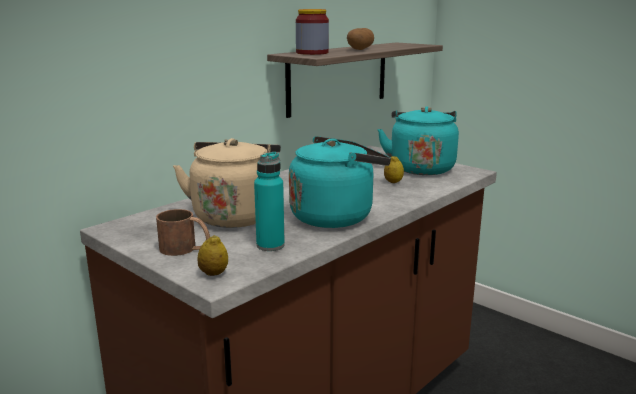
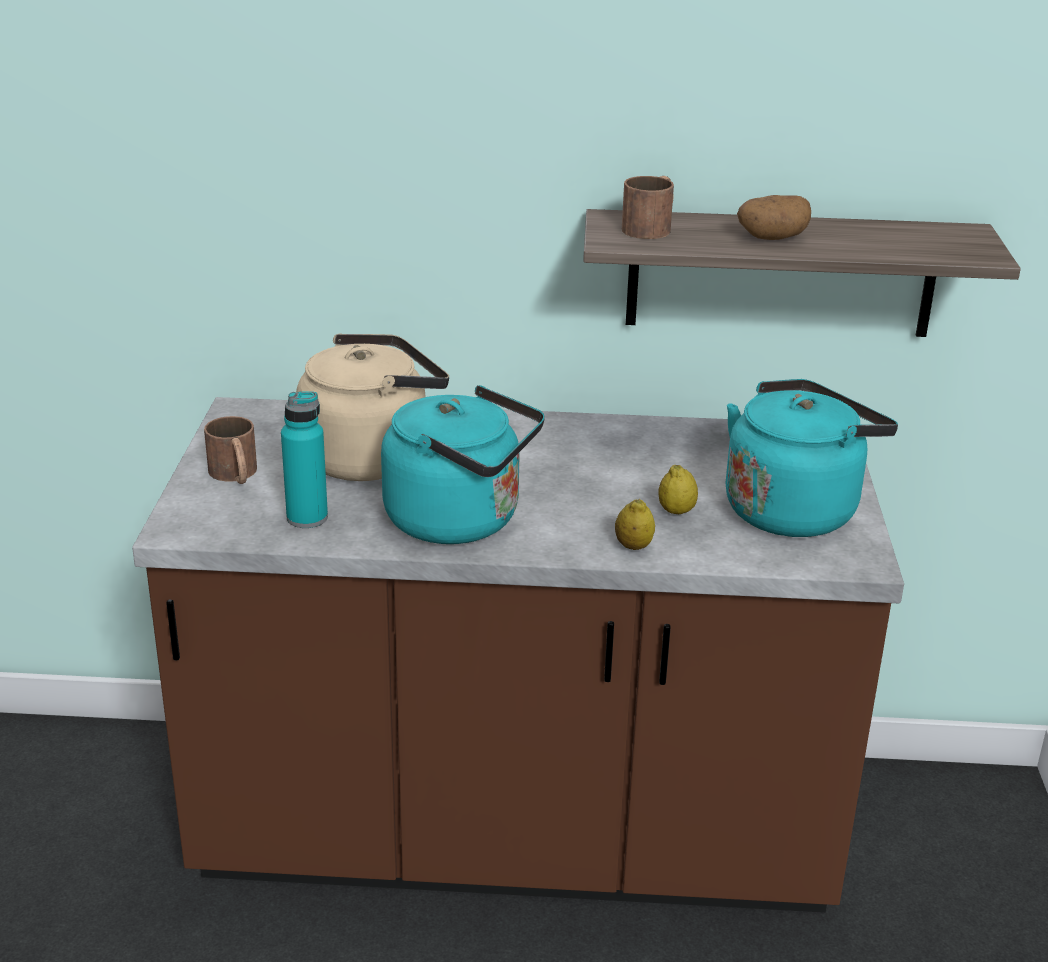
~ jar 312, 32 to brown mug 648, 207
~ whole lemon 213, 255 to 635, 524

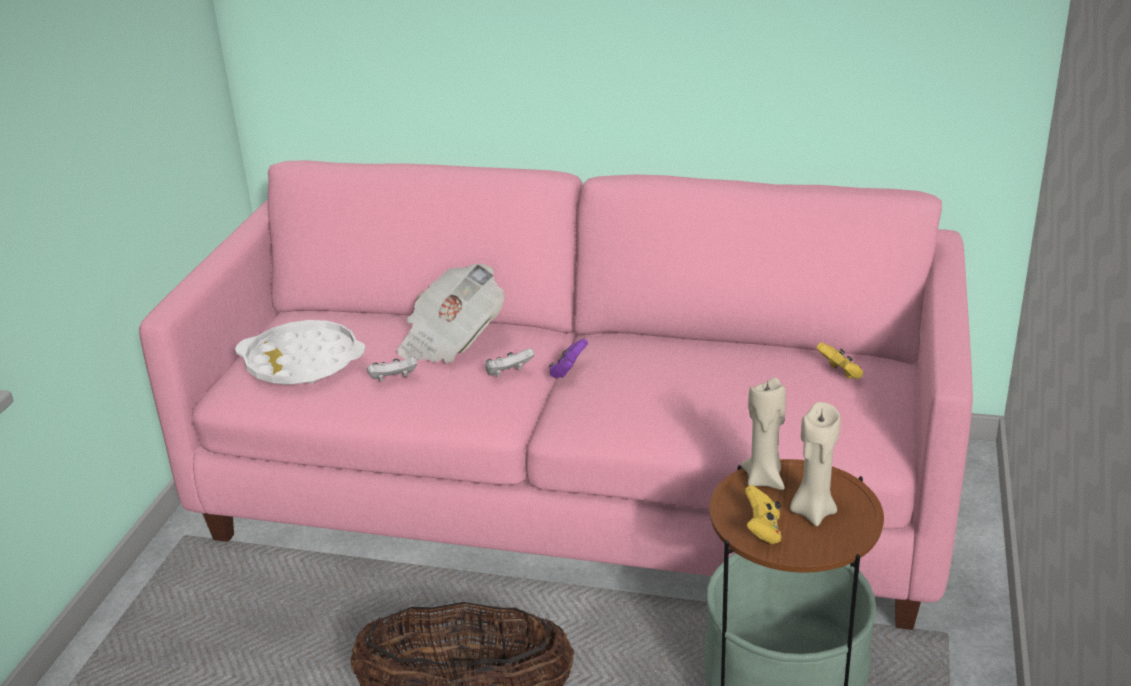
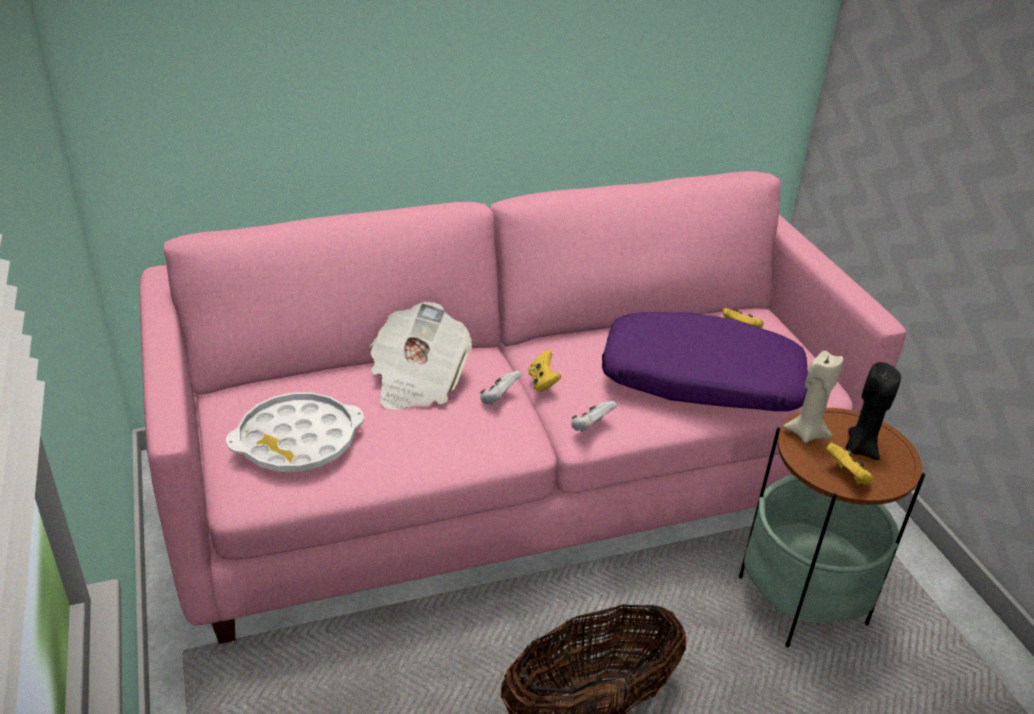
~ purple game controller 568, 358 to yellow game controller 544, 371
~ white-coloured game controller 392, 369 to 594, 416
~ beige-coloured wax candle 815, 464 to blackish wax candle 873, 411
+ purple cushion 705, 361

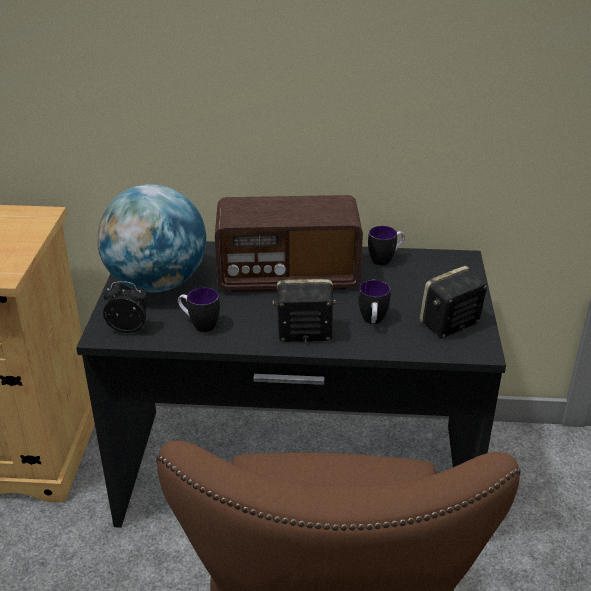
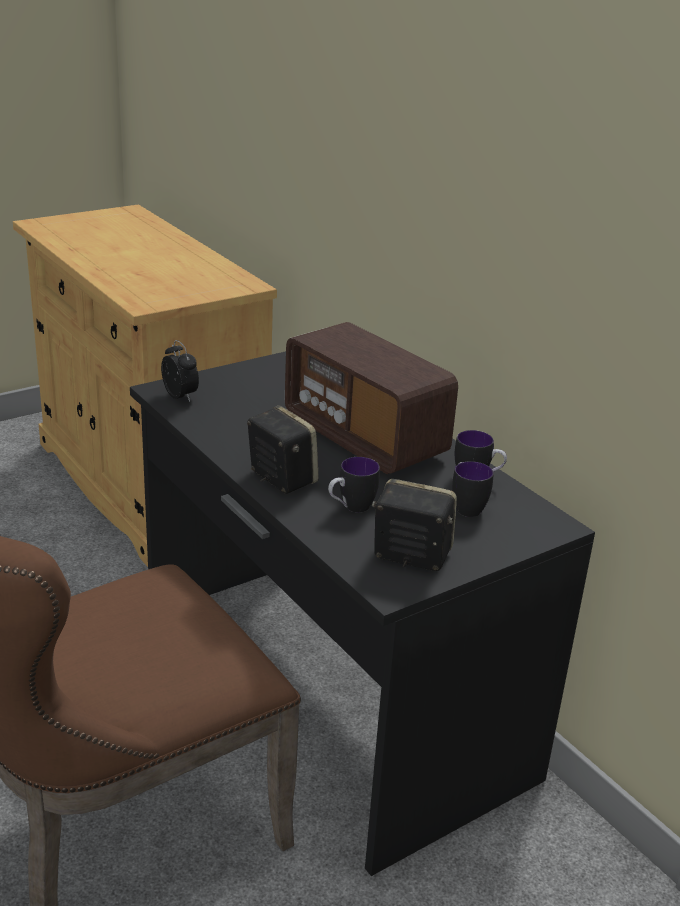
- desk globe 151, 238
~ mug 199, 309 to 473, 489

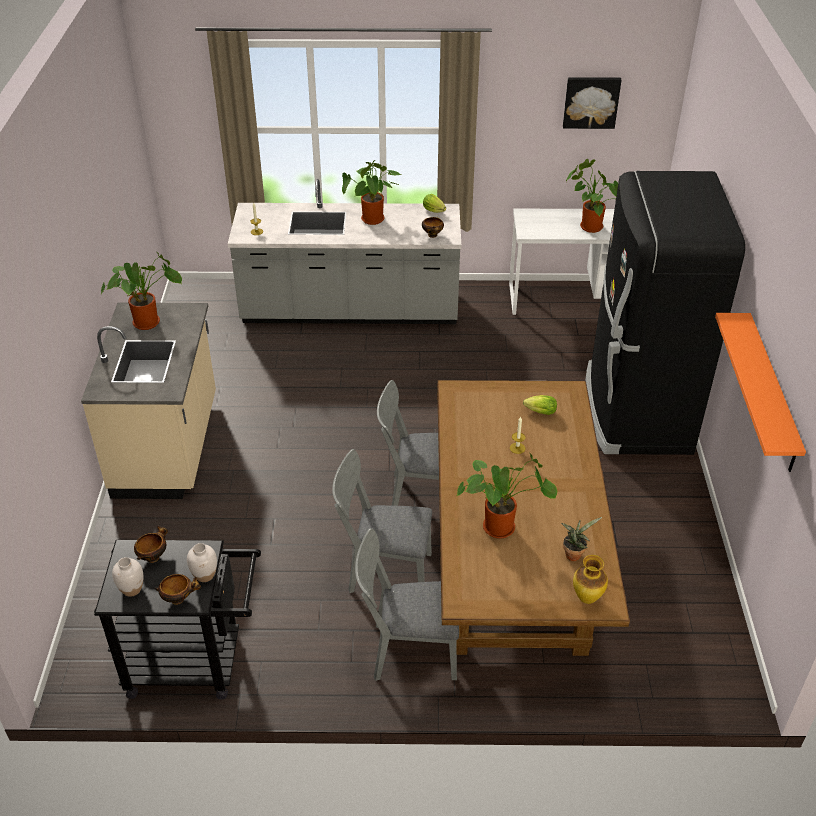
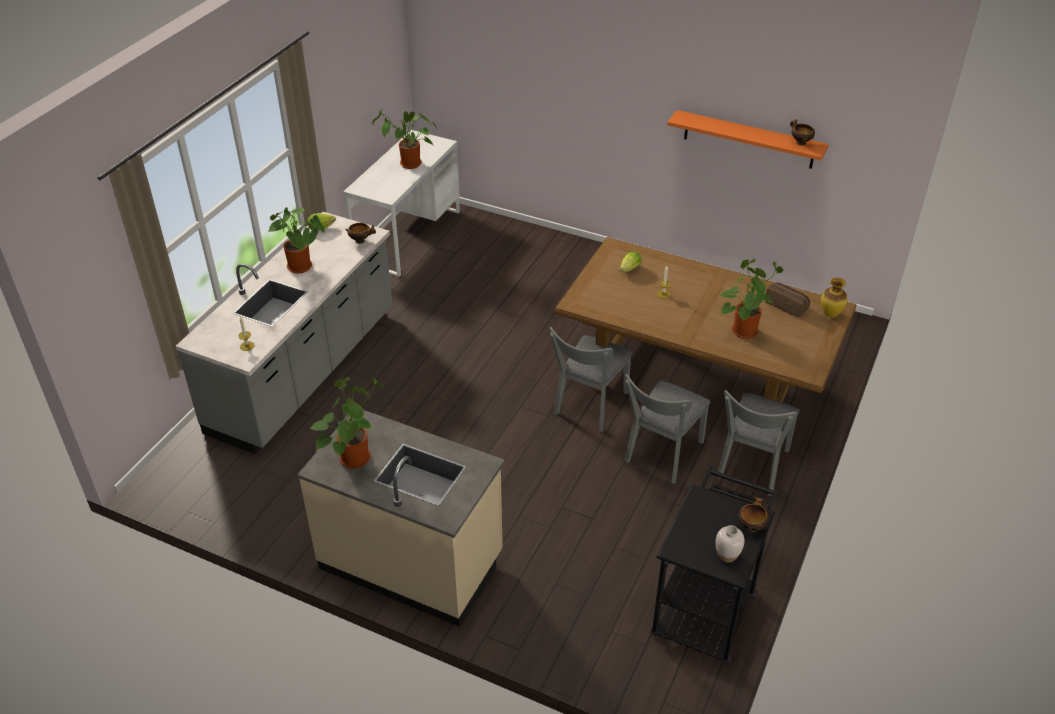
- picture 592, 103
- blackish refrigerator 665, 313
~ plant in a pot 581, 539 to baked bread 787, 300
~ deep dish 151, 544 to 802, 132
- white-coloured decorative vase 202, 562

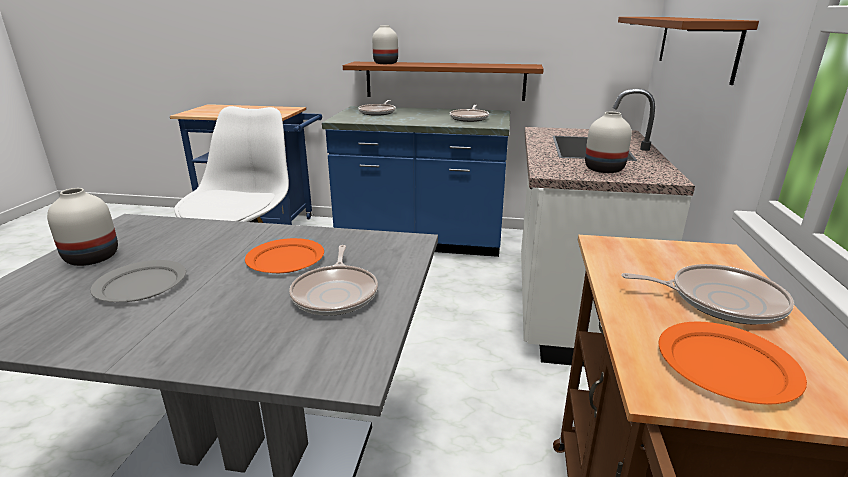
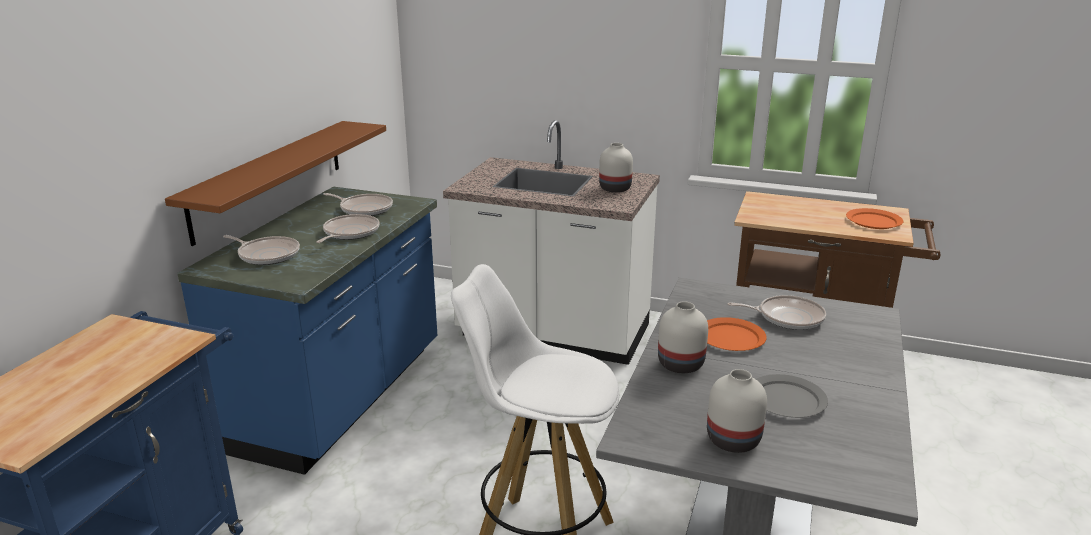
- brown bracket shelf 688, 51
~ white-coloured decorative vase 385, 44 to 683, 337
~ pan 707, 294 to 348, 228

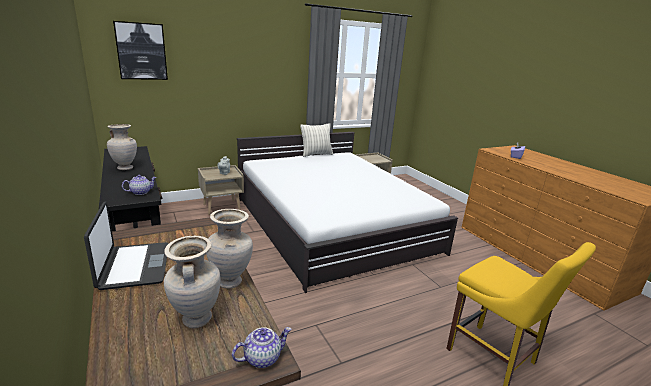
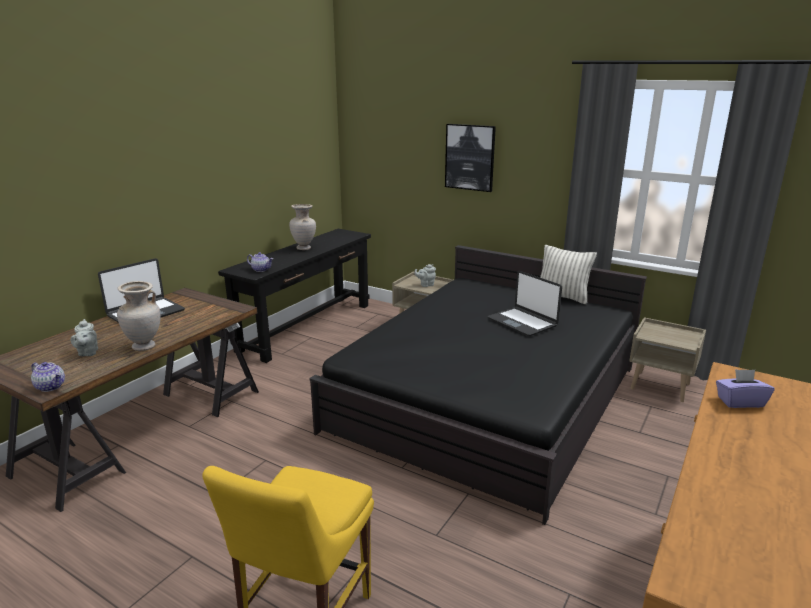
~ picture 140, 50 to 470, 158
~ white-coloured bed 347, 212 to blackish bed 478, 385
~ beige-coloured decorative vase 192, 282 to grey tea pot 84, 337
+ notebook computer 525, 303

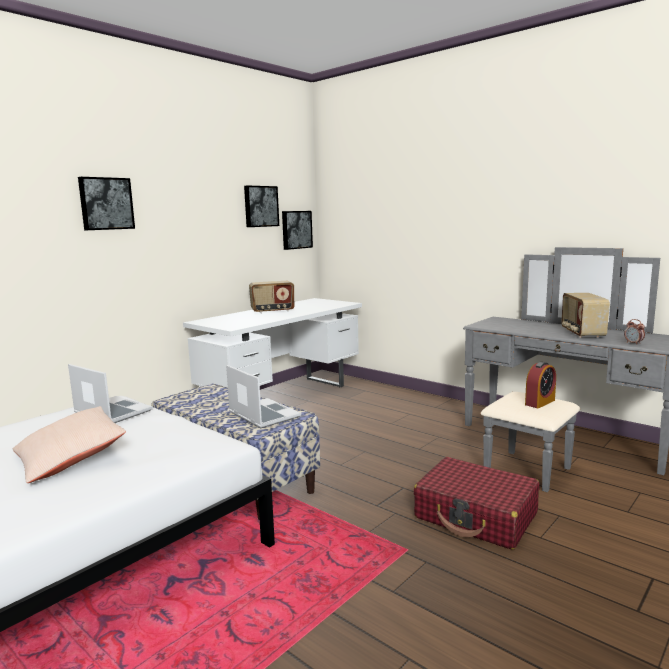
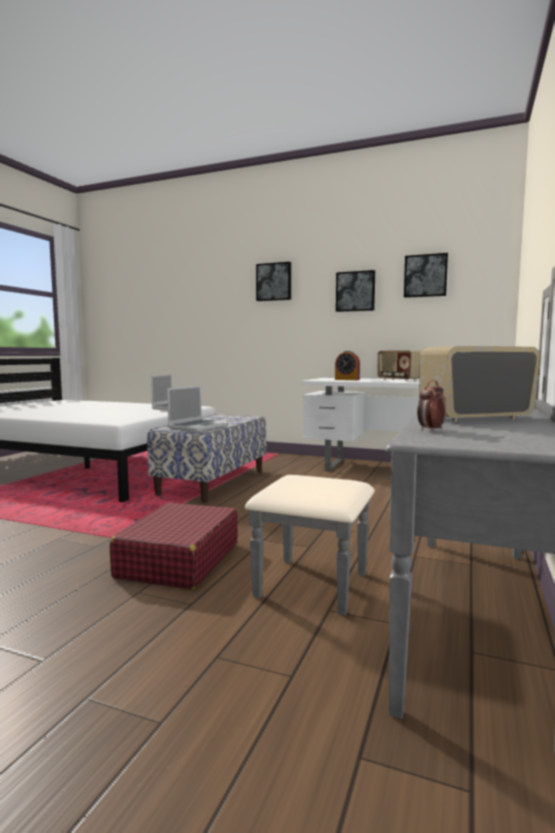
~ picture 297, 230 to 355, 291
~ table clock 540, 385 to 347, 365
- beige-coloured cushion 69, 444

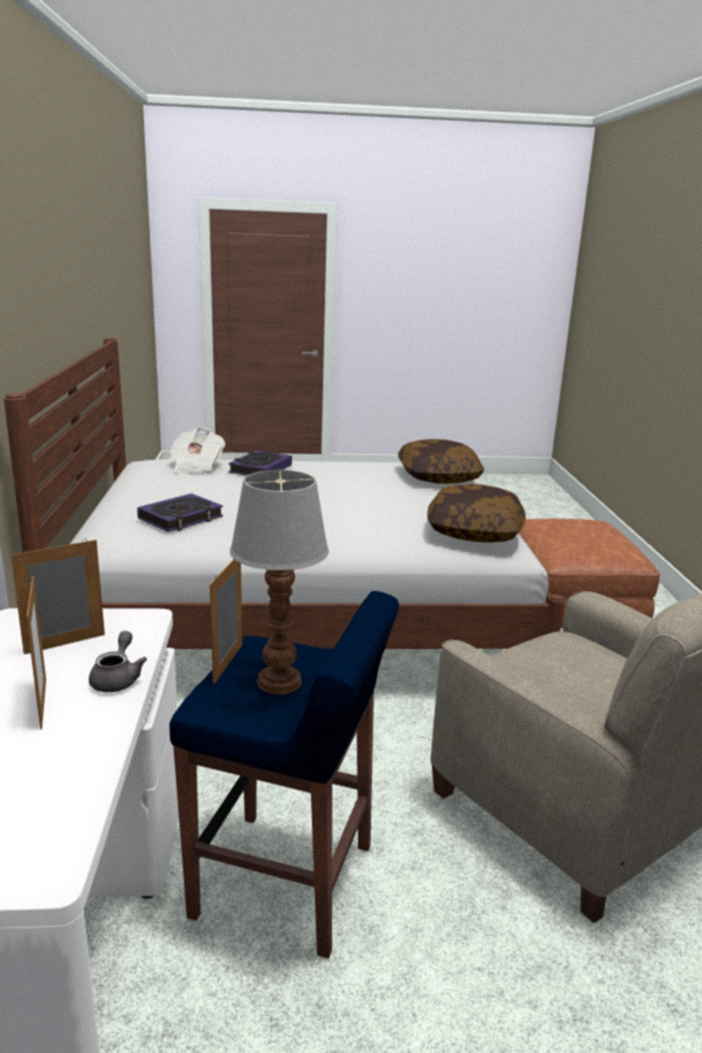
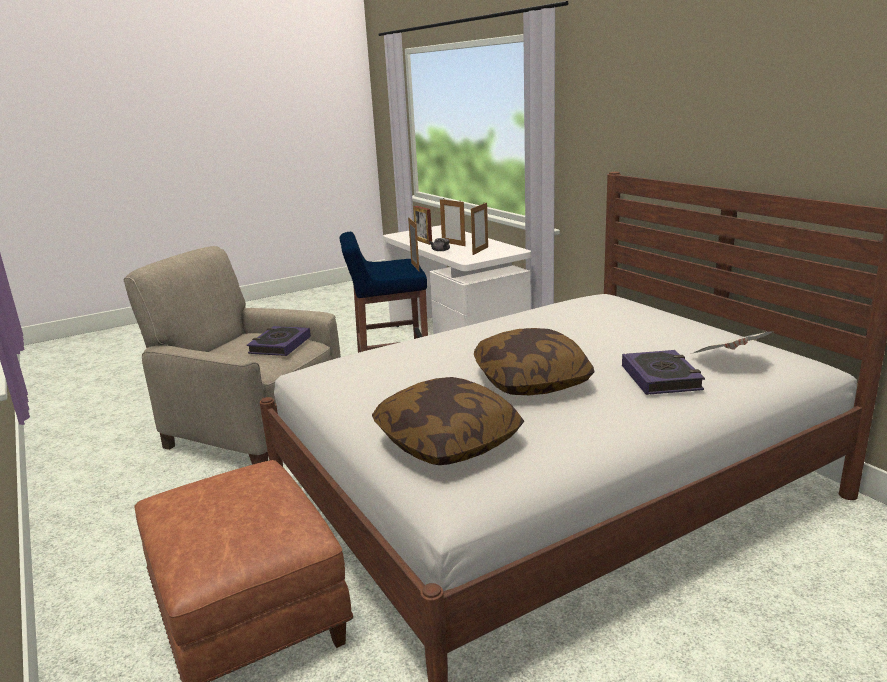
- lamp for a table 279, 582
~ cushion 476, 513 to 534, 361
~ volume 180, 512 to 279, 341
+ standing frame 422, 225

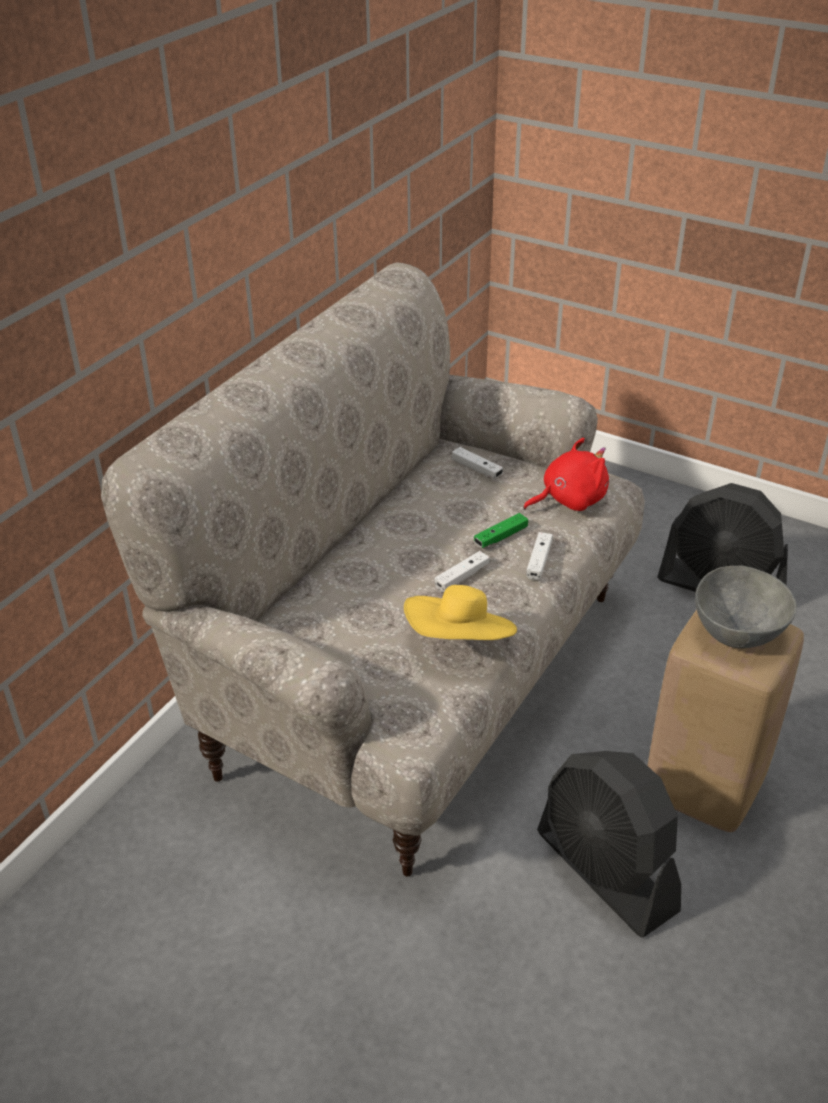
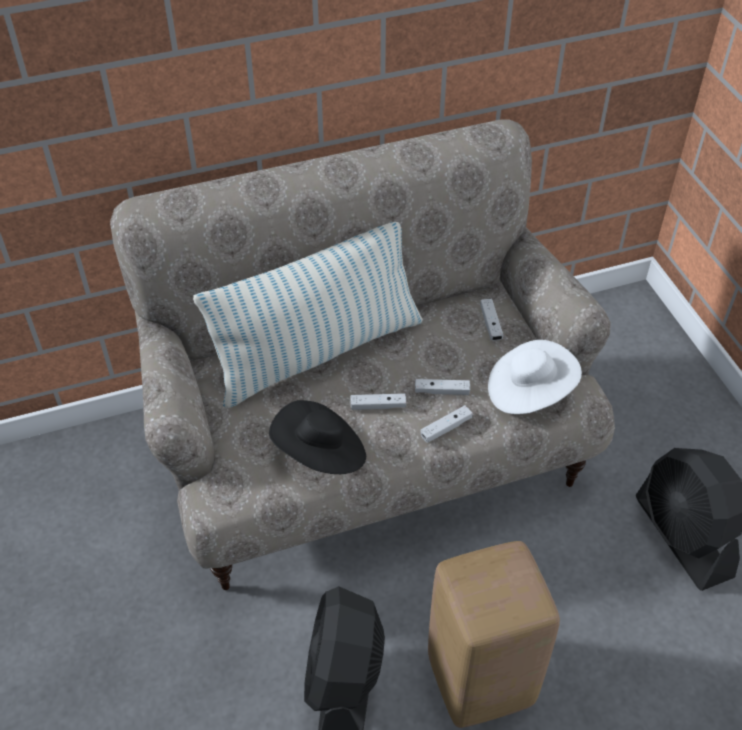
~ reddish cuddly toy 566, 474 to white-coloured wearable hat 535, 377
~ green-coloured game controller 501, 530 to white-coloured game controller 442, 387
- grey deep dish 746, 607
~ yellow wearable hat 460, 612 to blackish wearable hat 317, 437
+ cushion 308, 315

